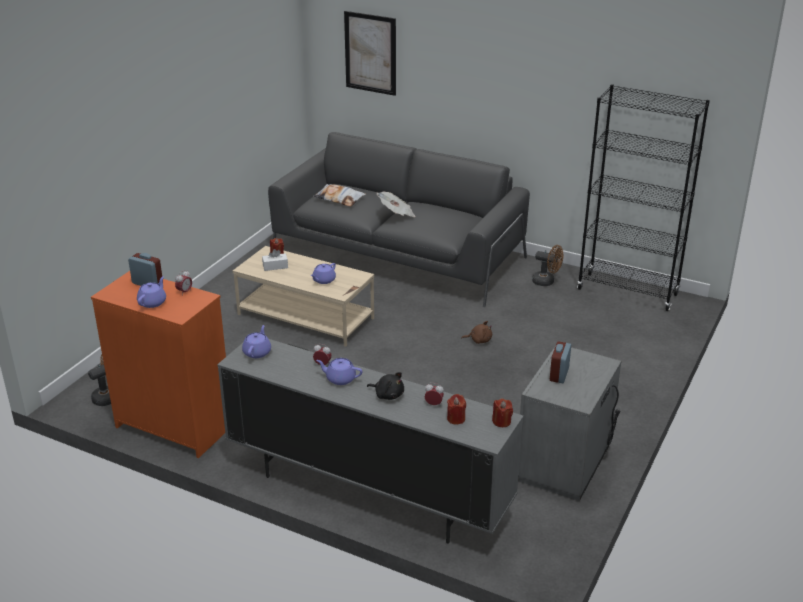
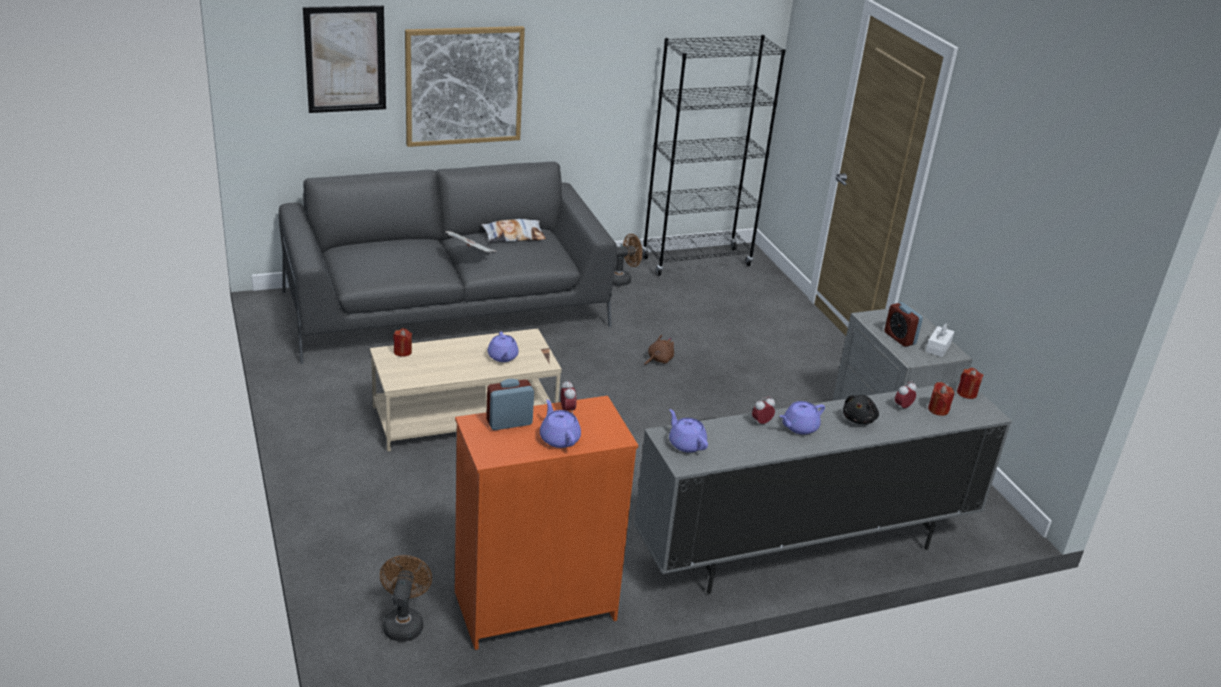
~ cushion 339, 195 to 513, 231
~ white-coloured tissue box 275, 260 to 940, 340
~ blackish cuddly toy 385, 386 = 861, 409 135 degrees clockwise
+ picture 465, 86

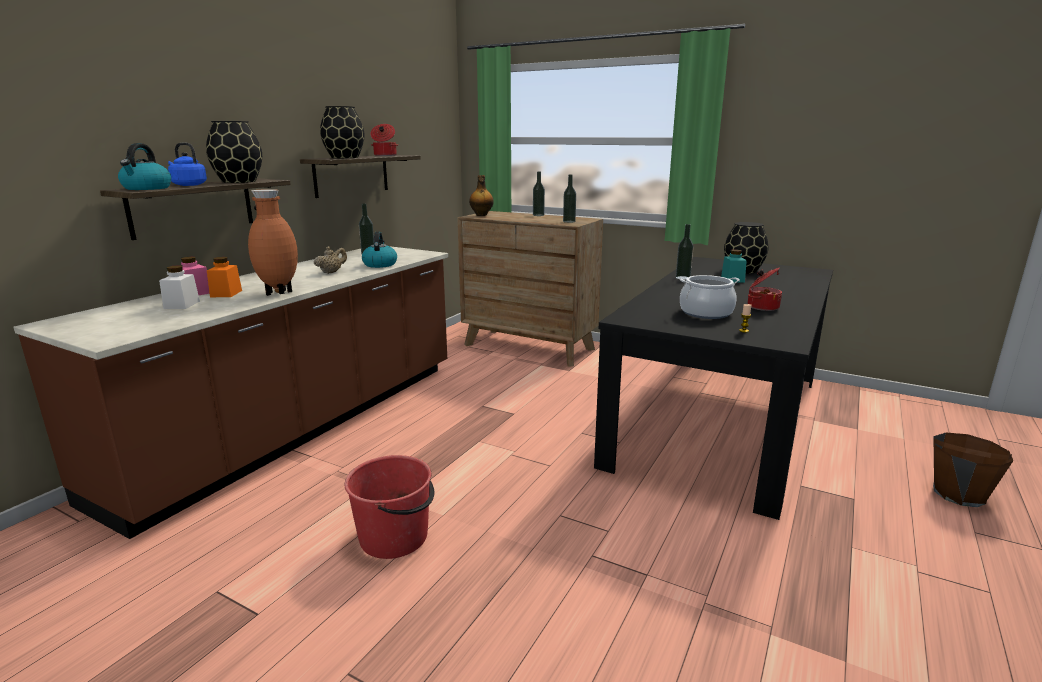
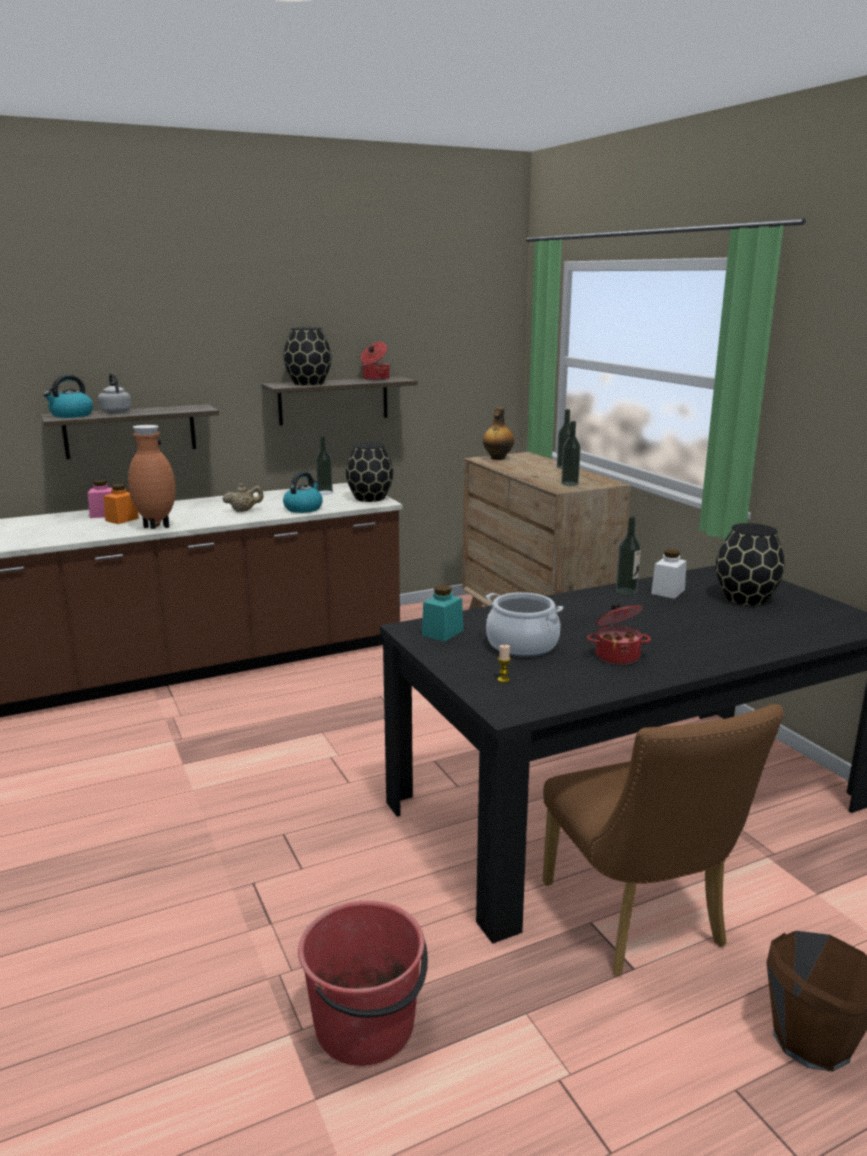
~ blackish decorative vase 234, 152 to 369, 472
~ blue-coloured kettle 187, 164 to grey kettle 115, 393
~ blue-green jar 734, 266 to 442, 613
~ white-coloured jar 179, 287 to 669, 574
~ reddish bucket 389, 507 to 363, 983
+ brown chair 663, 840

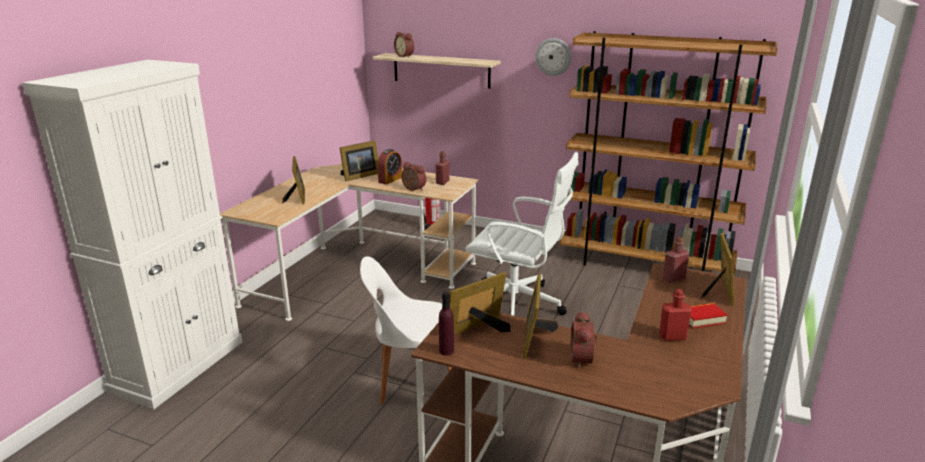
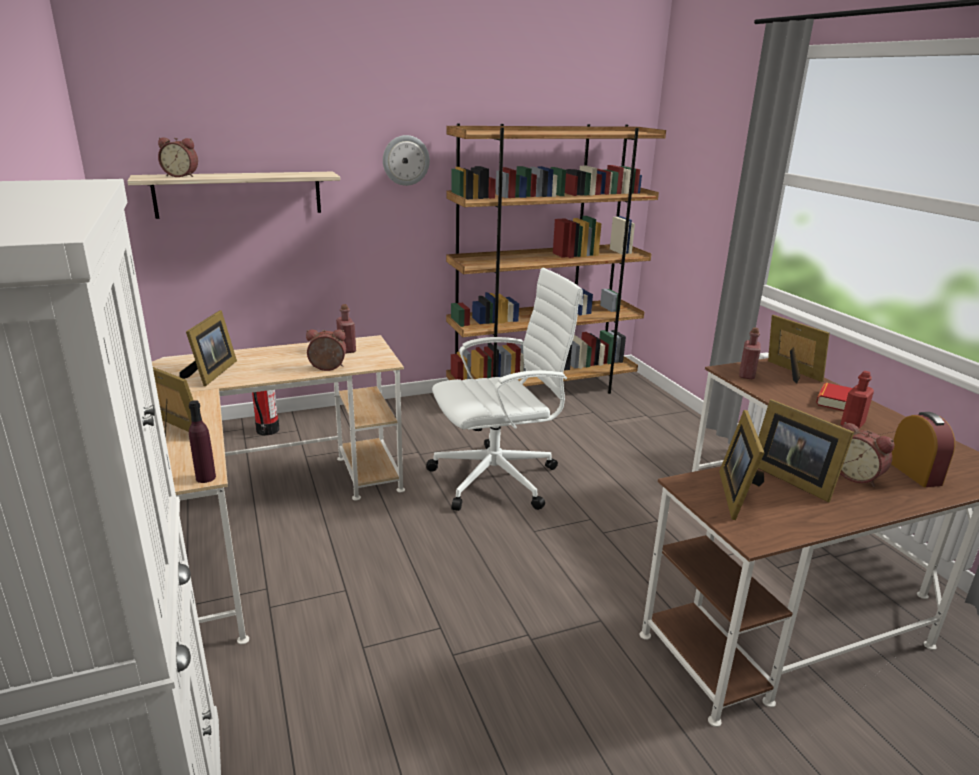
~ table clock 389, 167 to 923, 449
- white-coloured chair 406, 330
~ purple bottle 446, 324 to 202, 441

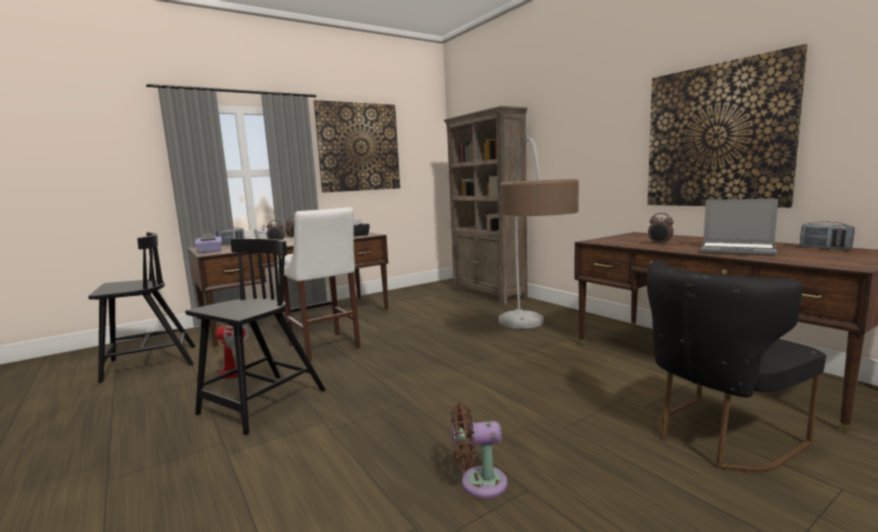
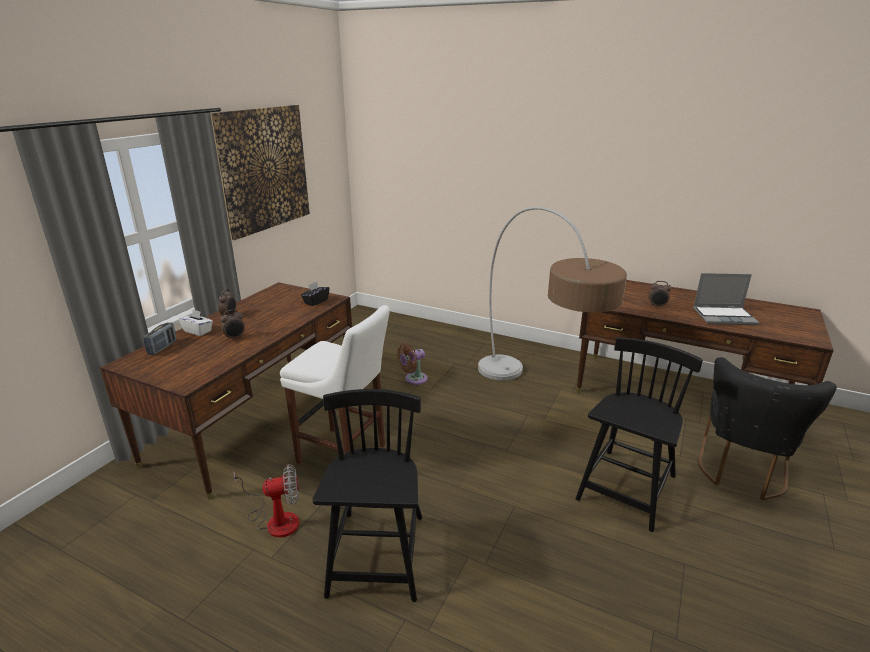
- picture 727, 126
- brown bookshelf 486, 205
- radio set 827, 236
~ blackish chair 142, 307 to 639, 434
- purple tissue box 208, 243
~ brown electric fan 479, 450 to 412, 364

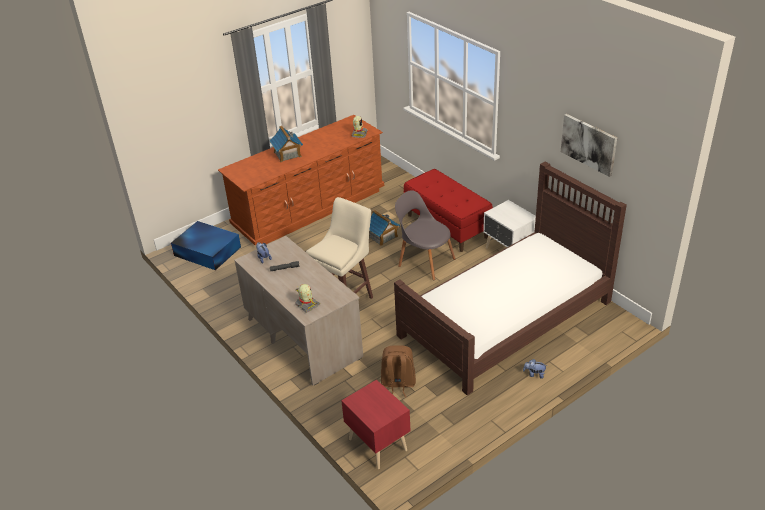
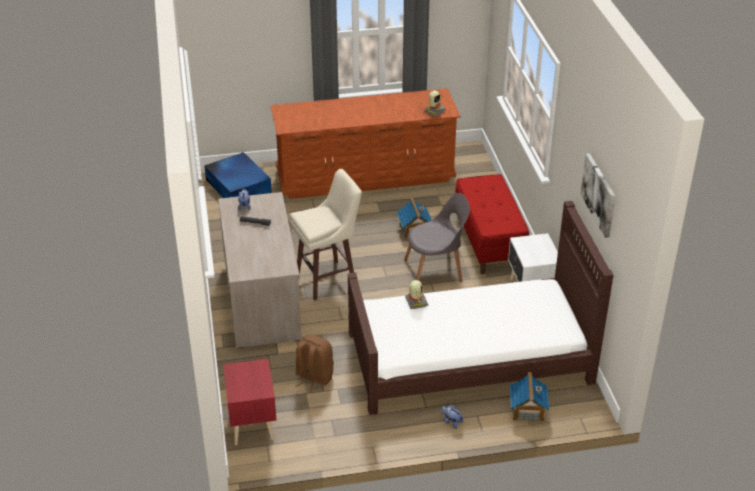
~ miniature house 286, 144 to 530, 397
~ grey chair 425, 235 = 437, 237 105 degrees clockwise
~ robot figure 307, 298 to 416, 294

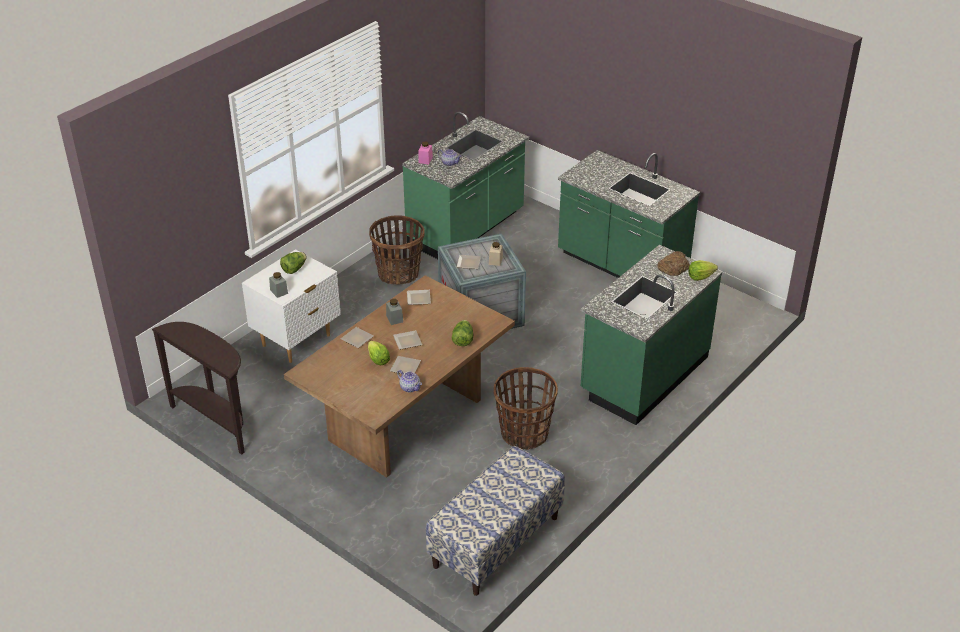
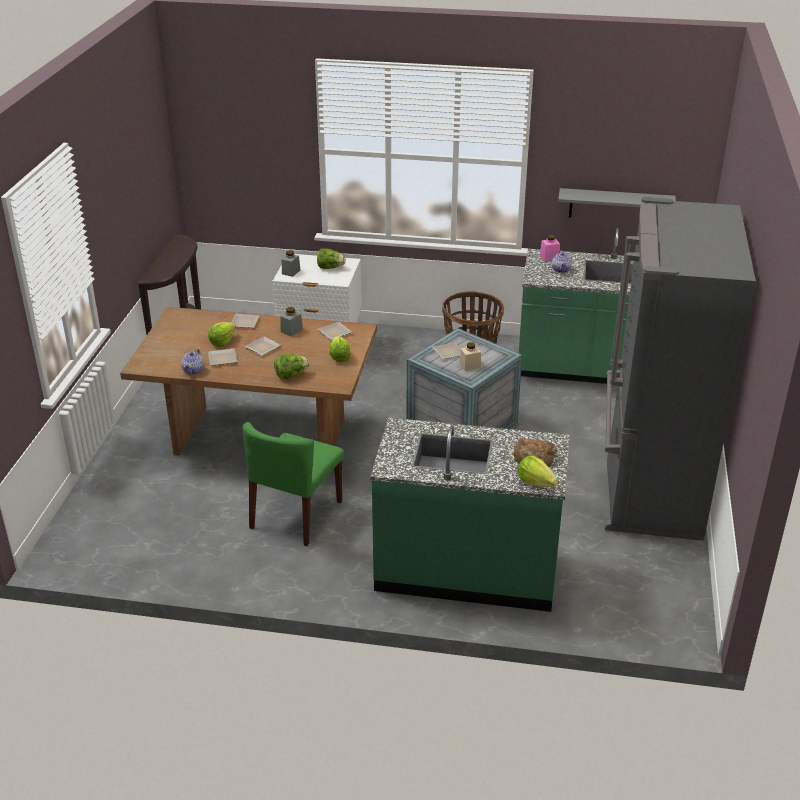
~ green-coloured counter 629, 214 to grey refrigerator 680, 369
~ basket 526, 408 to green-coloured chair 293, 484
- bench 495, 521
+ grey bracket shelf 617, 202
+ lettuce head 340, 349

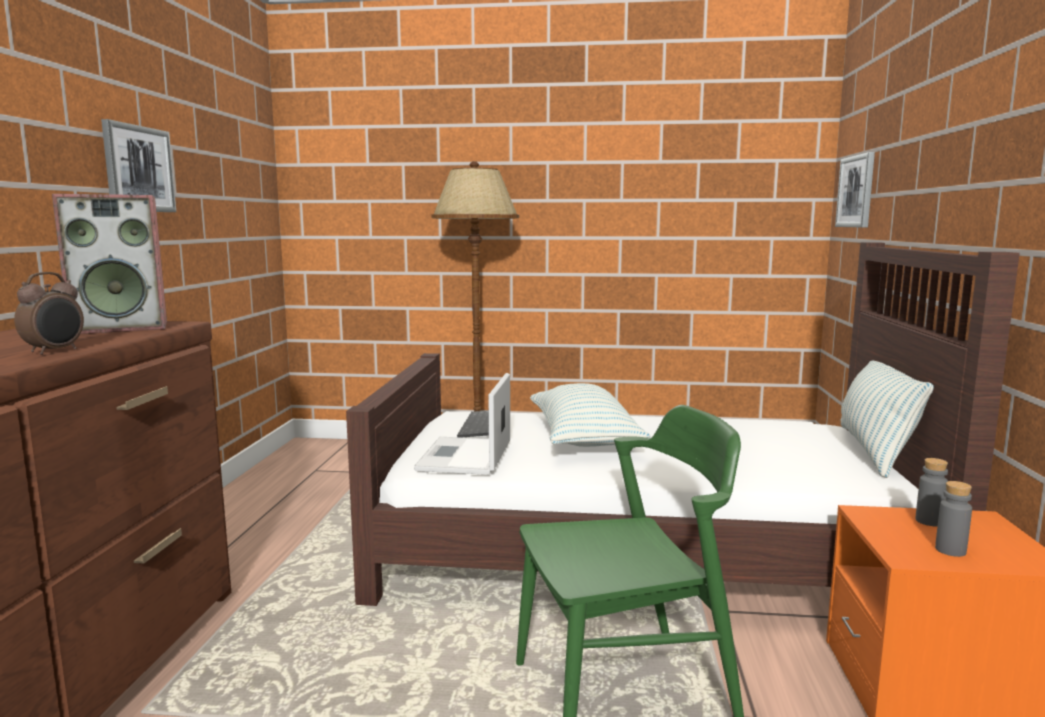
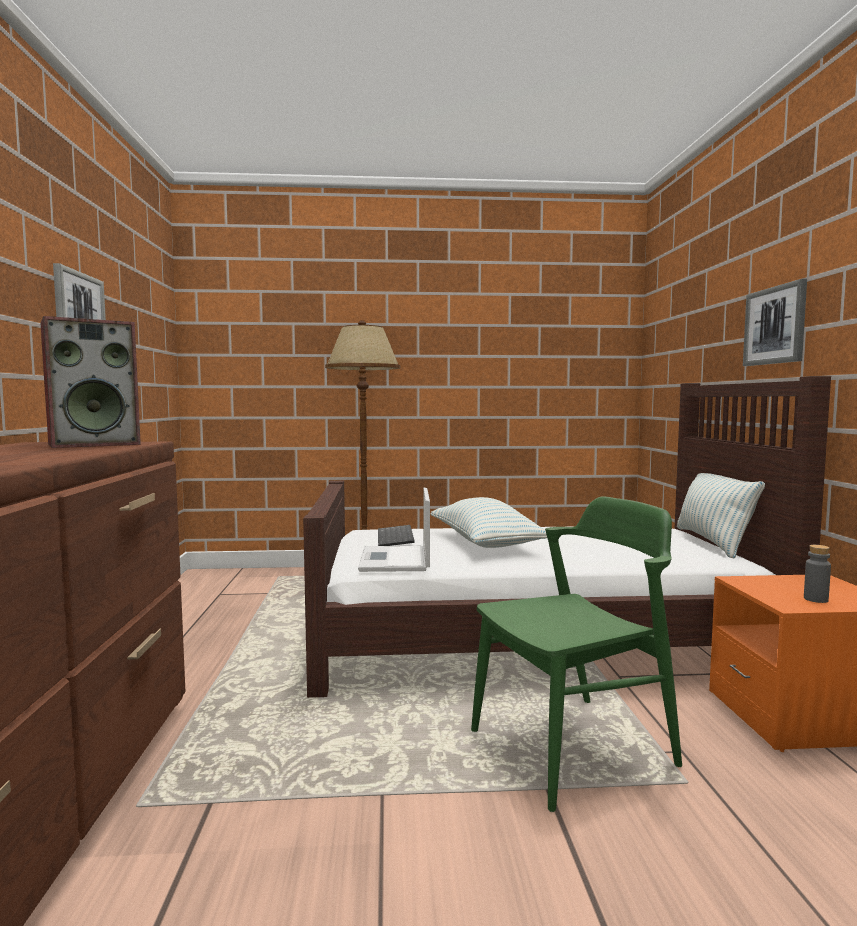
~ picture 855, 189 to 775, 322
- table clock 49, 313
- grey bottle 931, 492

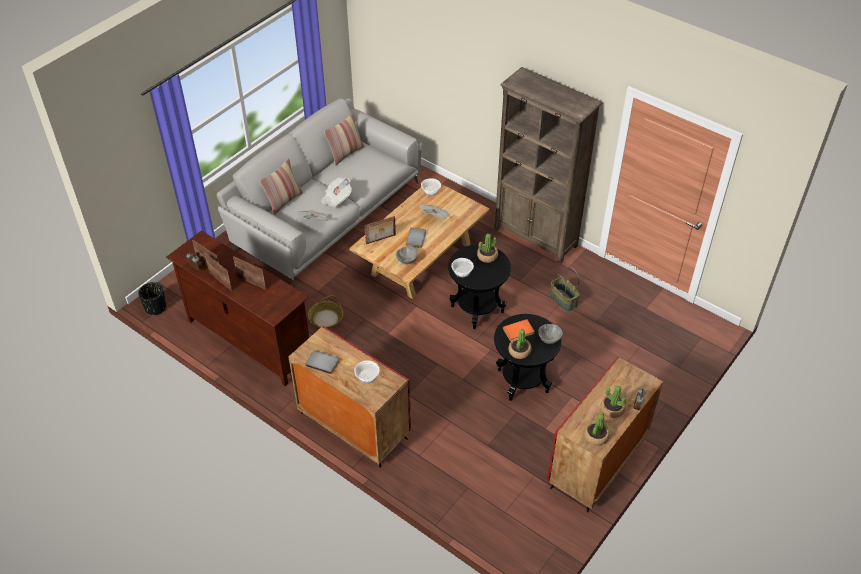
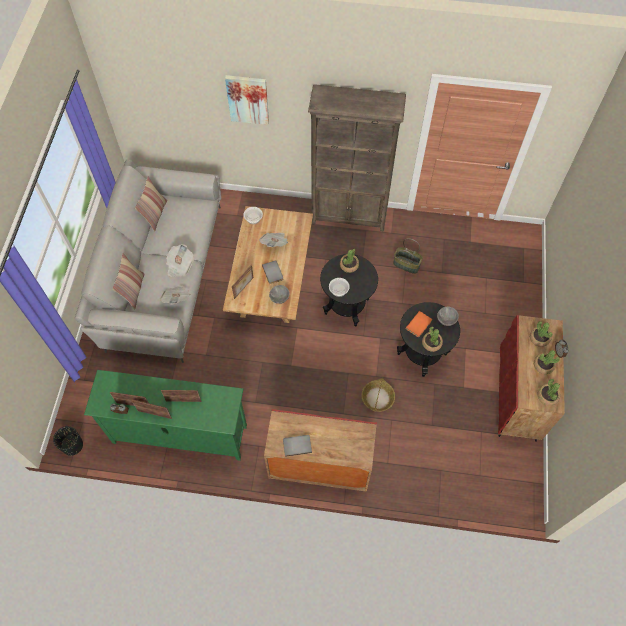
~ brown tv stand 237, 308 to green-coloured tv stand 165, 415
~ basket 325, 312 to 378, 394
- deep dish 367, 372
+ picture 247, 100
+ plant in a pot 541, 334

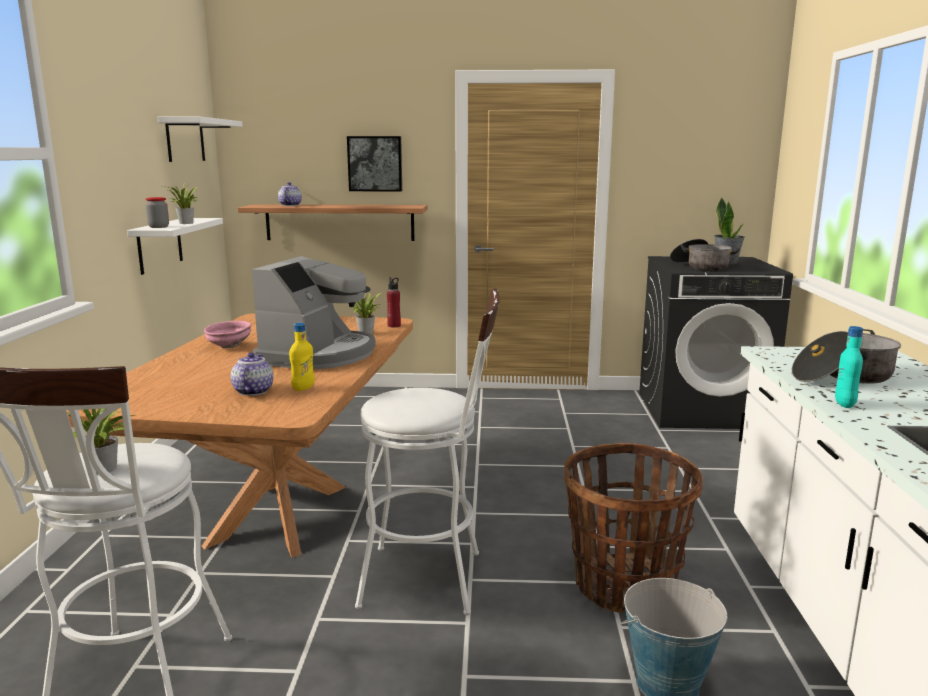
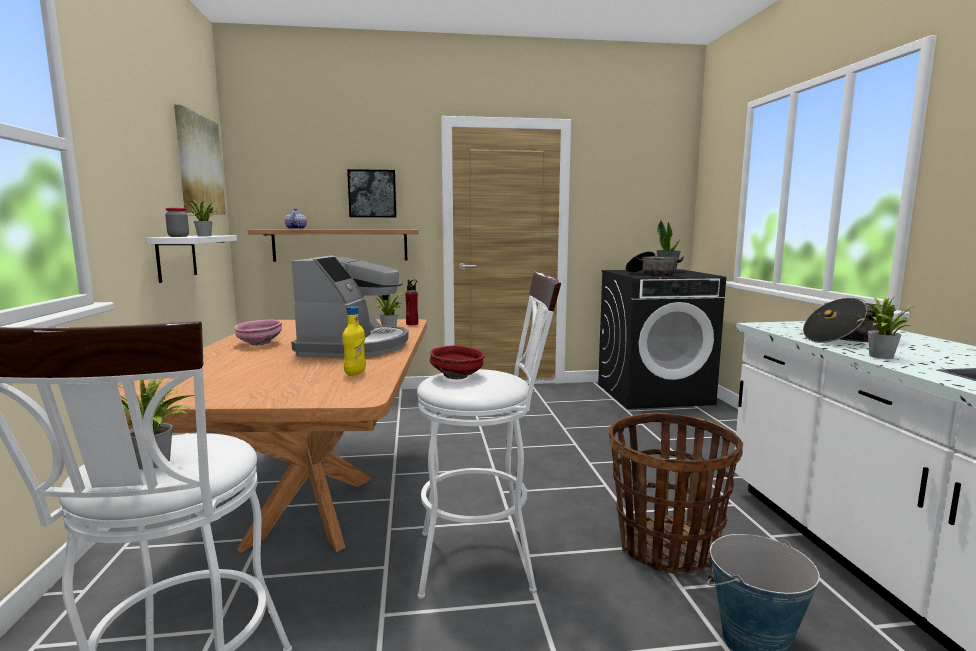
~ white-coloured bracket shelf 200, 139 to picture 200, 160
~ blue-green bottle 849, 367 to plant in a pot 886, 327
- tea pot 252, 374
+ reddish deep dish 457, 362

